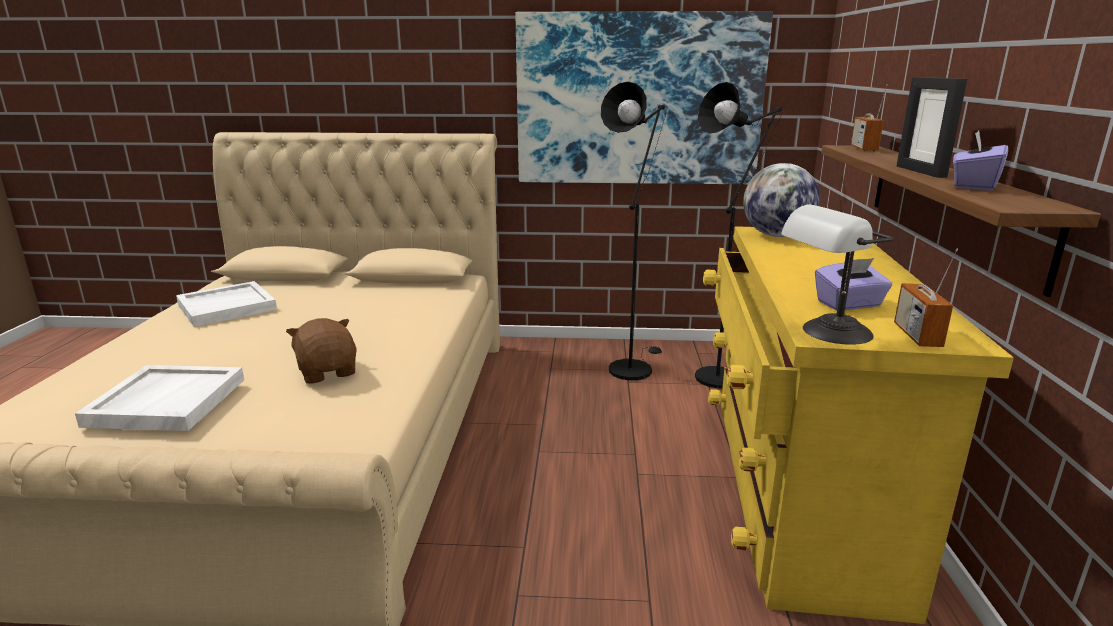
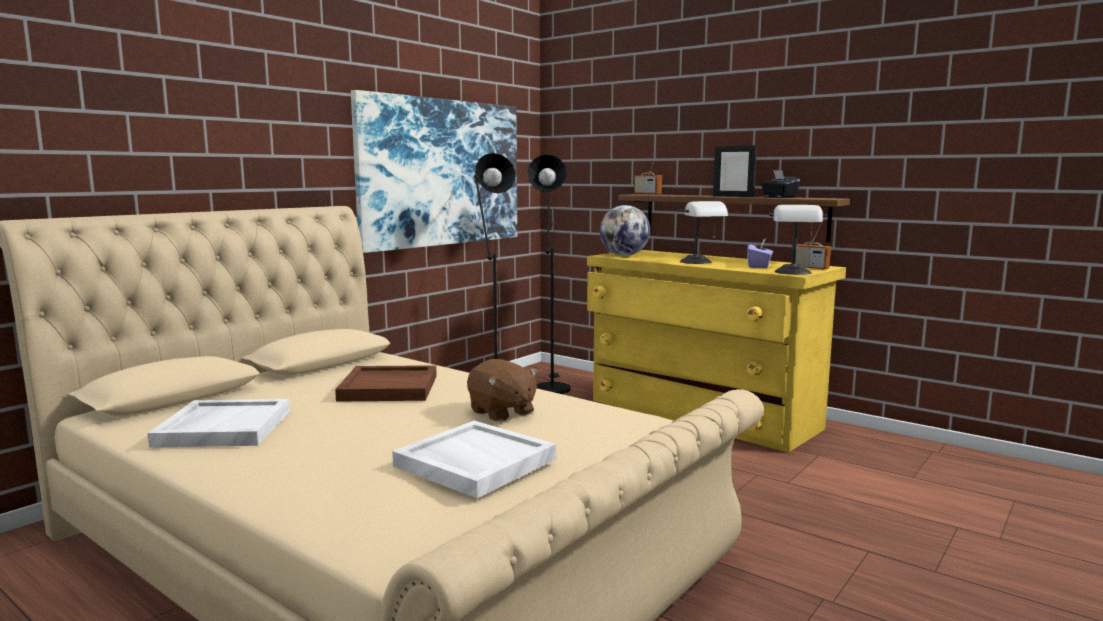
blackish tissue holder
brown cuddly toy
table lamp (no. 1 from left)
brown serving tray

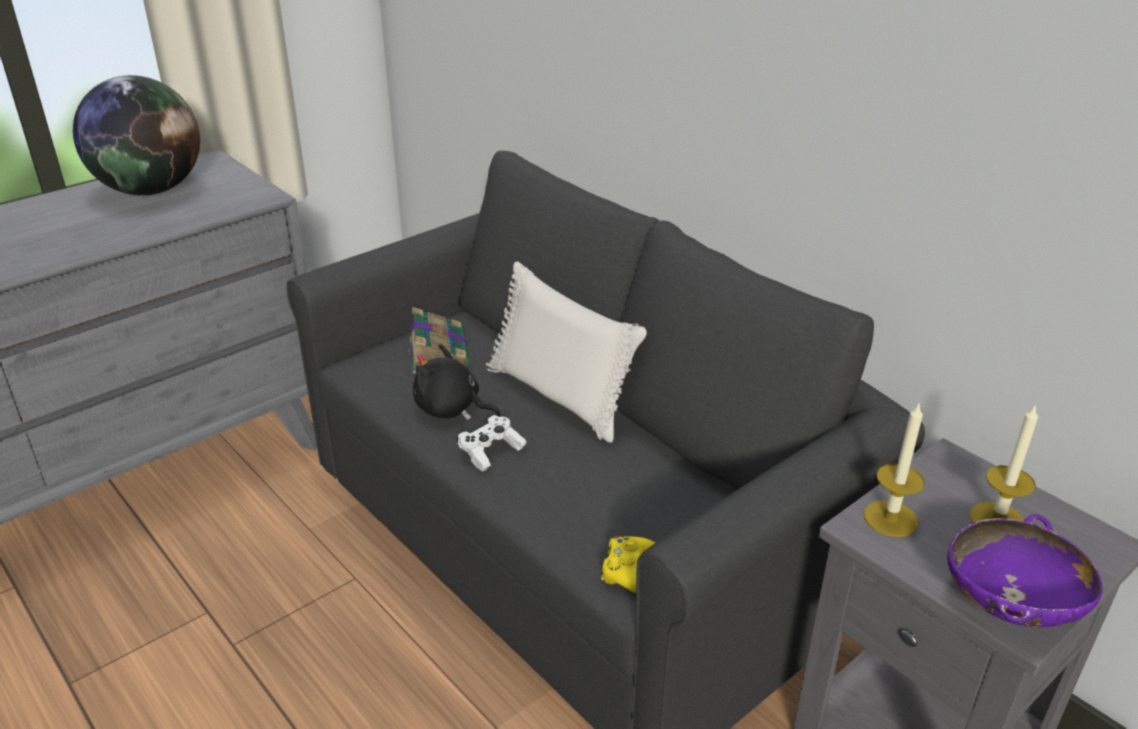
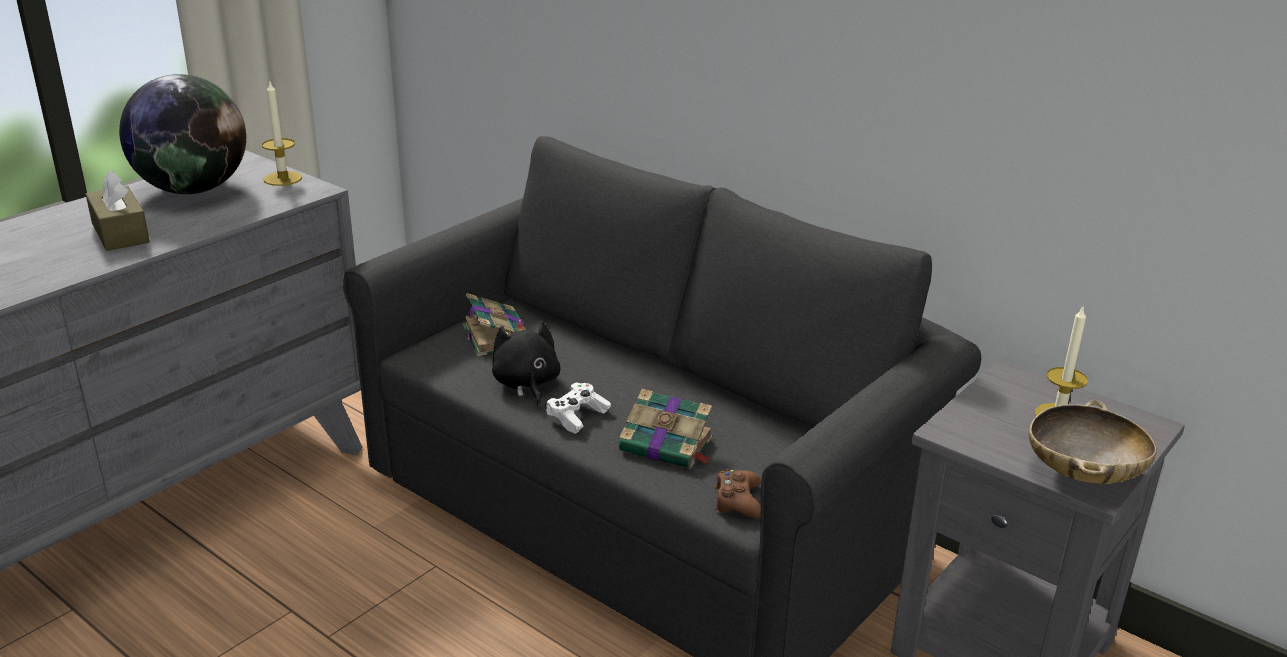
whitish pillow
blackish cuddly toy
wax candle (no. 1 from left)
beige-coloured deep dish
brown gamepad
brown tissue holder
volume (no. 2 from left)

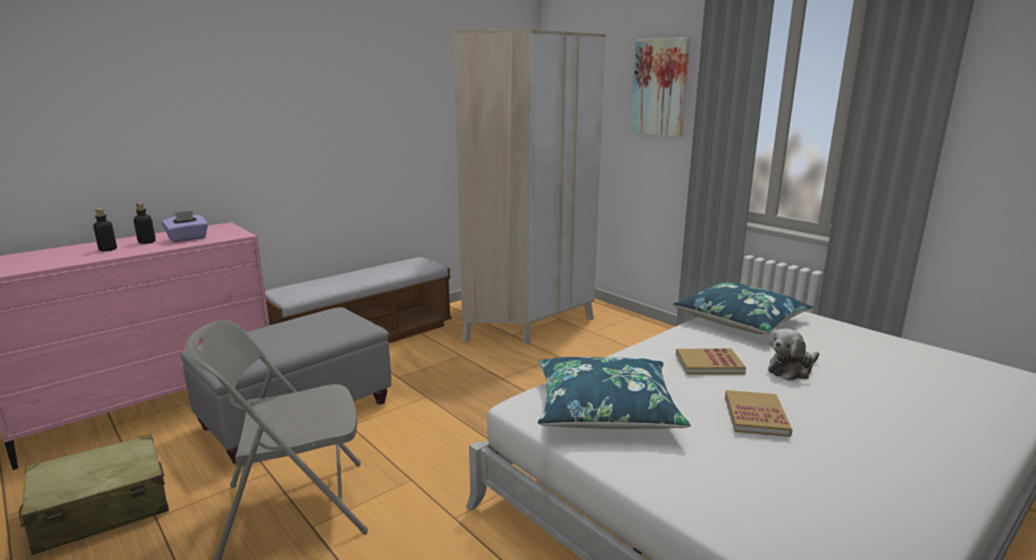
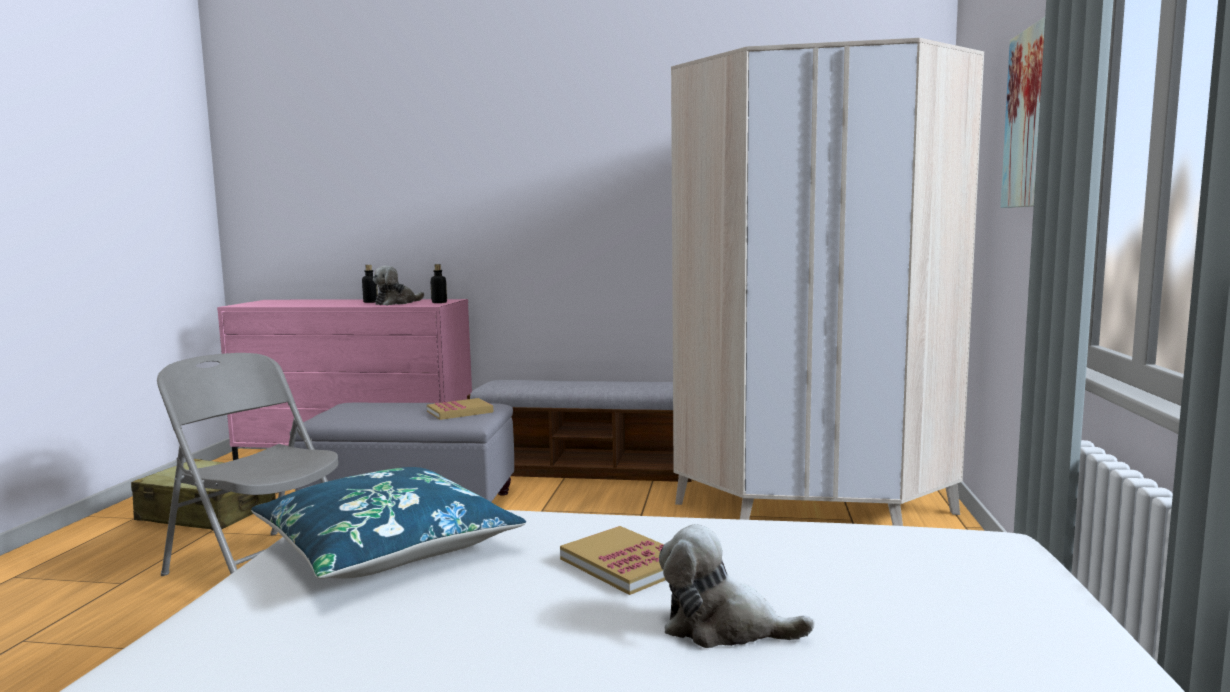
drink bottle (no. 2 from left)
cuddly toy (no. 1 from left)
blue pillow (no. 2 from left in the first image)
volume (no. 1 from left)

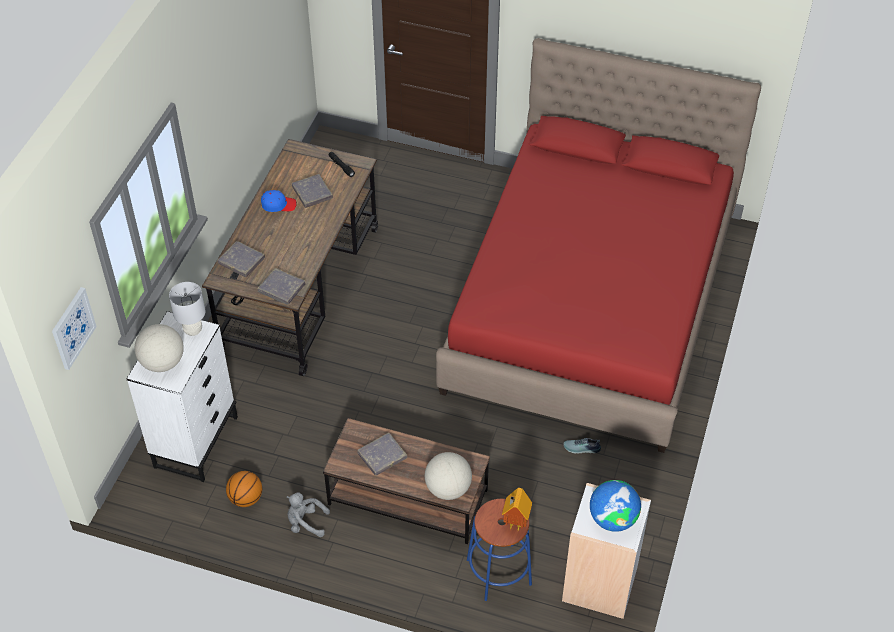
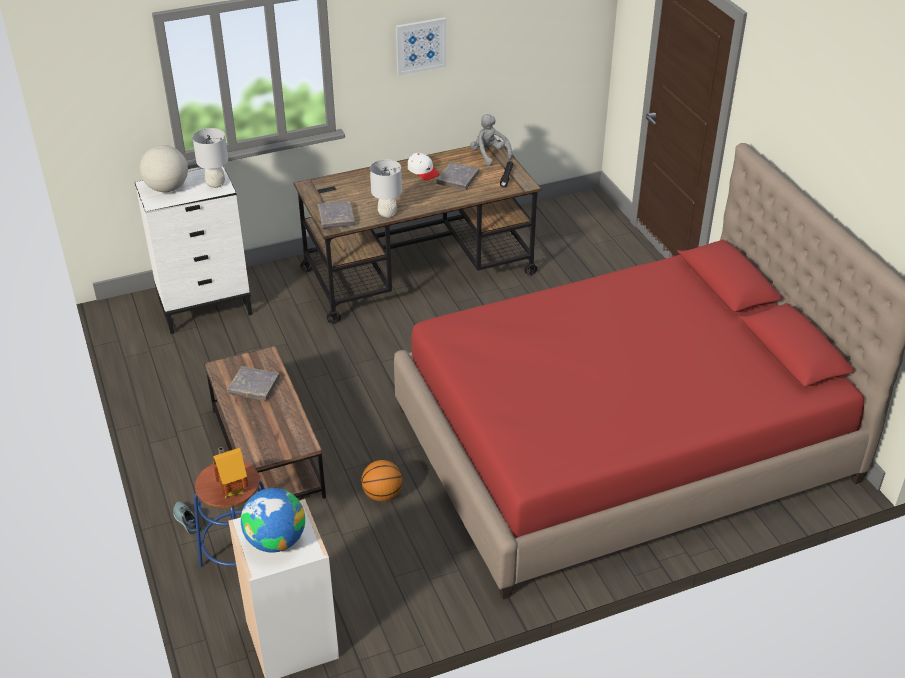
whitish cap
greyish volume (no. 1 from left in the first image)
picture
low shoe
globe (no. 2 from left in the first image)
ball for basketball
greyish cuddly toy
greyish table lamp (no. 2 from left)

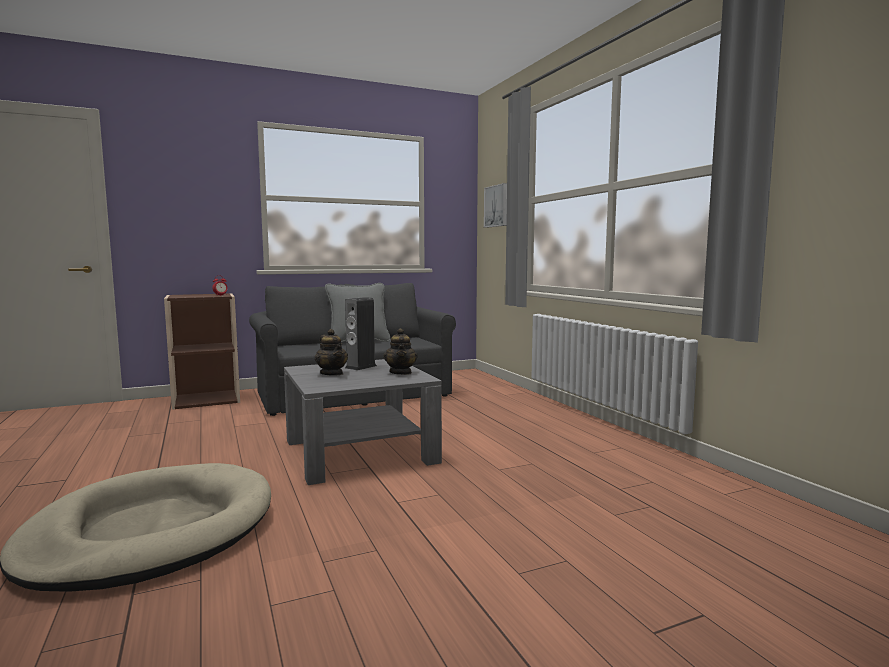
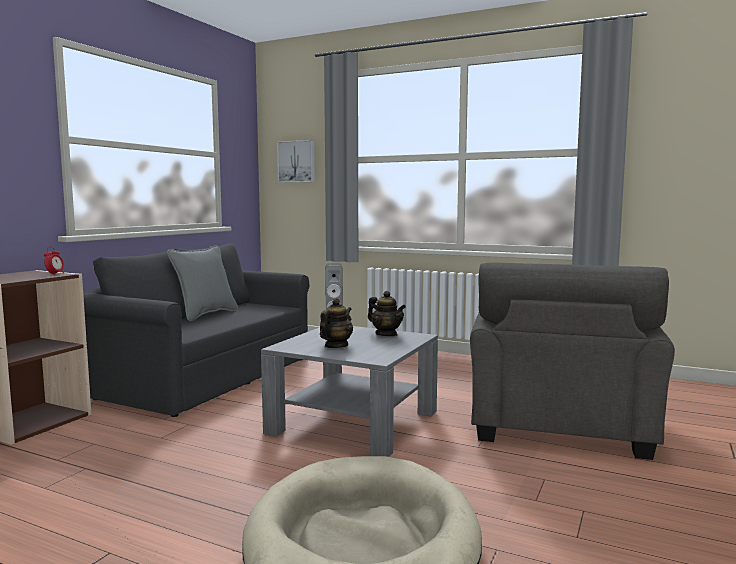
teapot (no. 1 from left)
greyish armchair

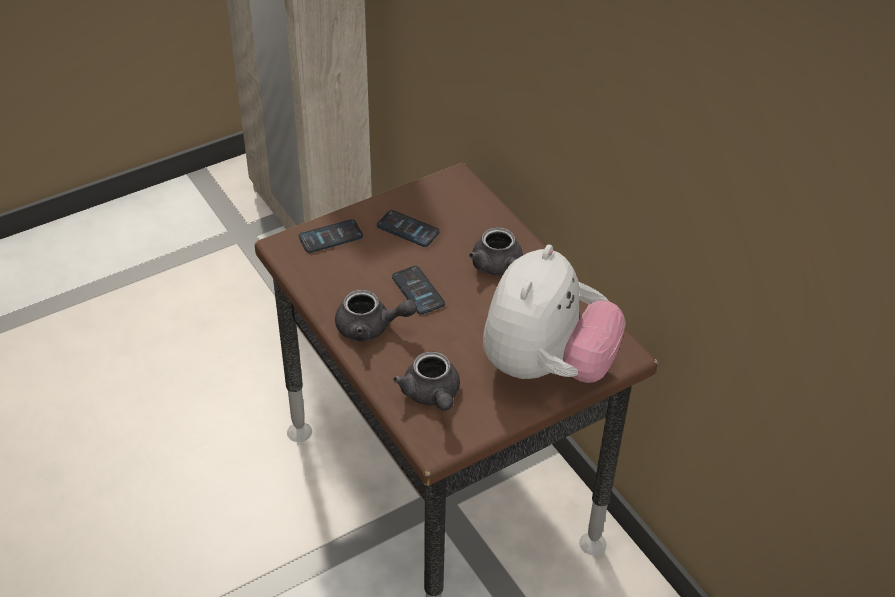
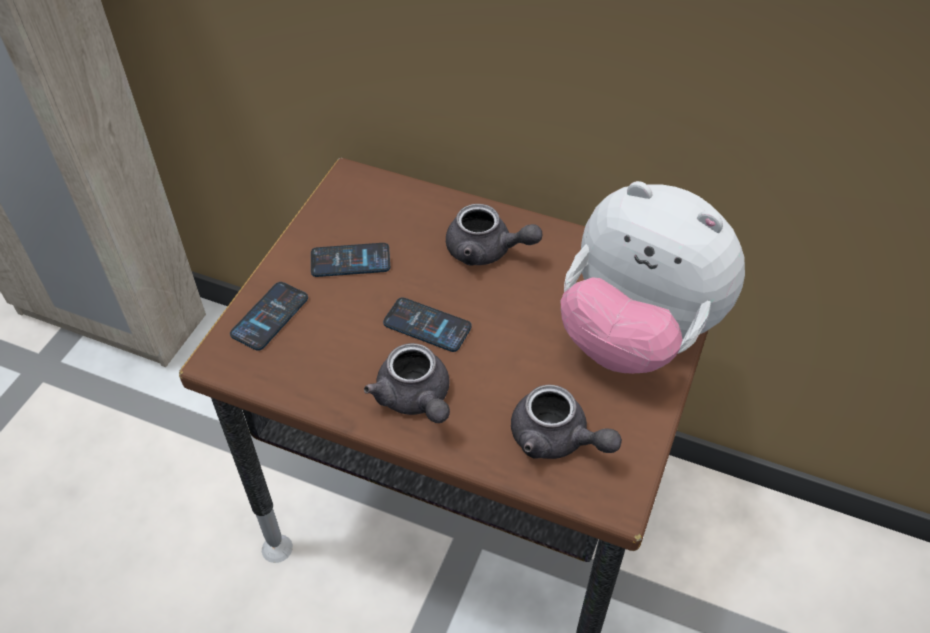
cuddly toy
greyish teapot (no. 1 from left)

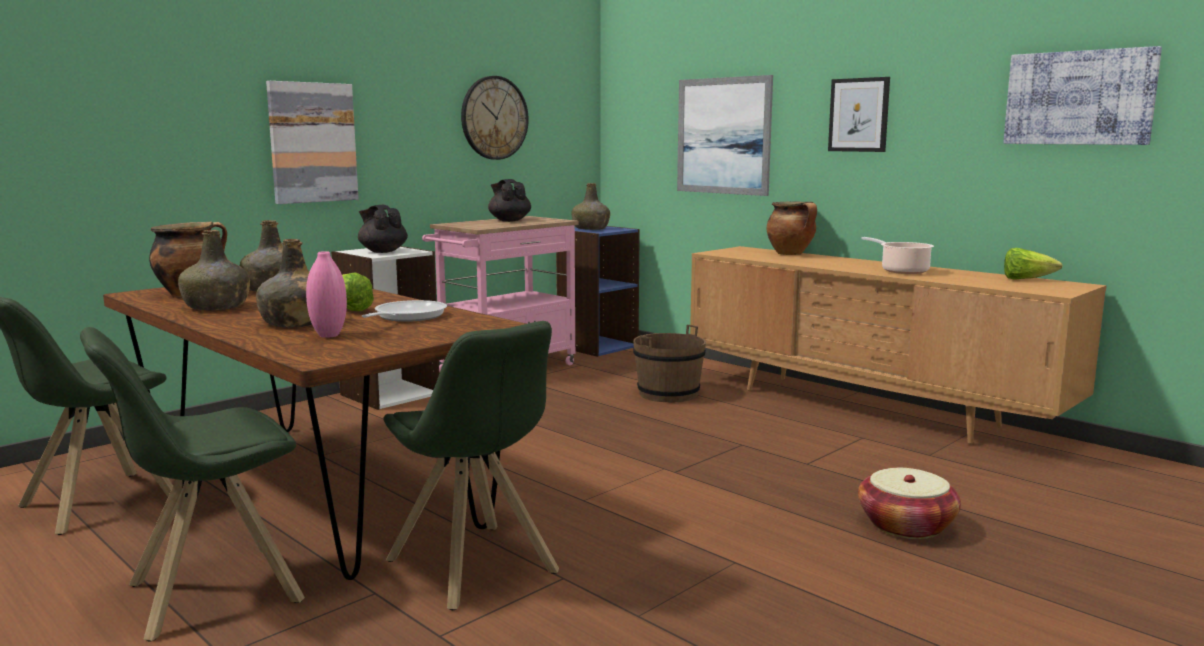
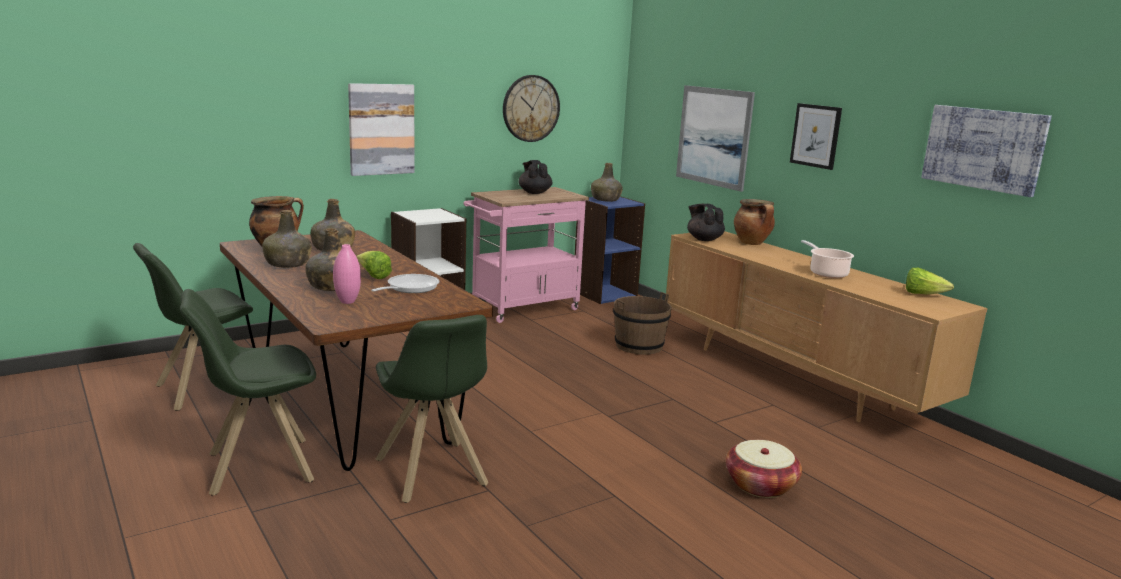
blackish teapot (no. 2 from left)

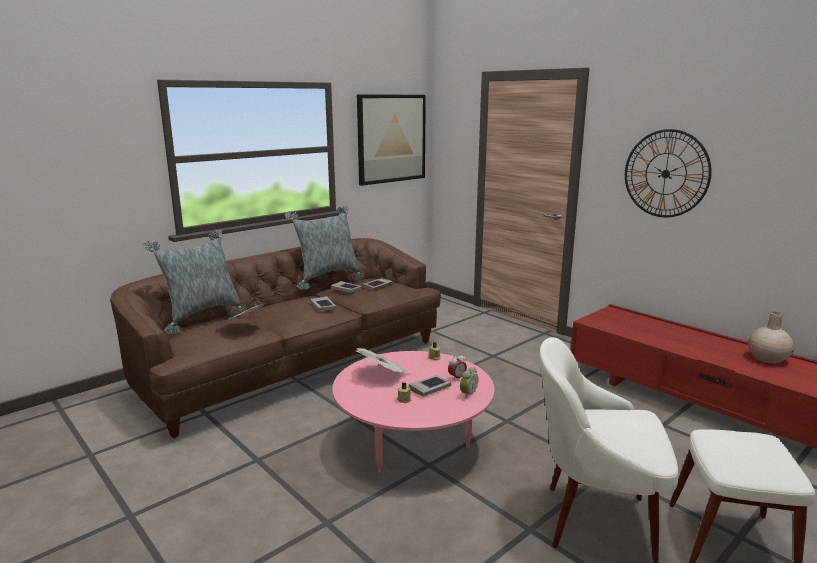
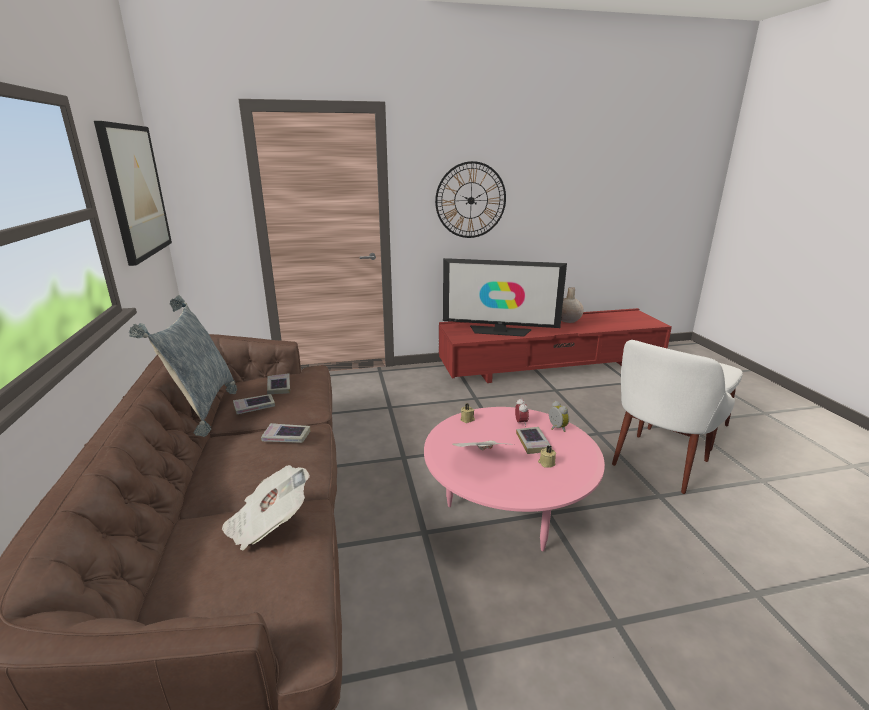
pillow (no. 1 from left in the first image)
television

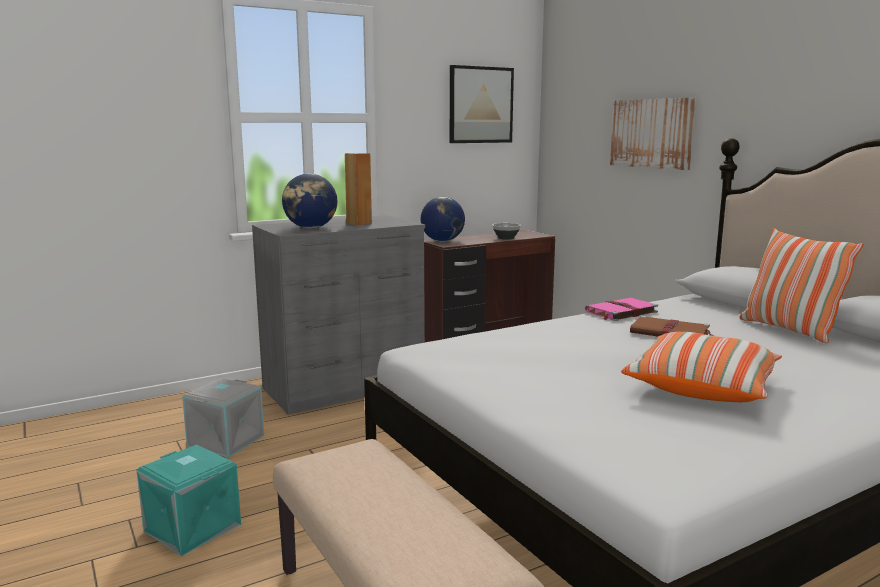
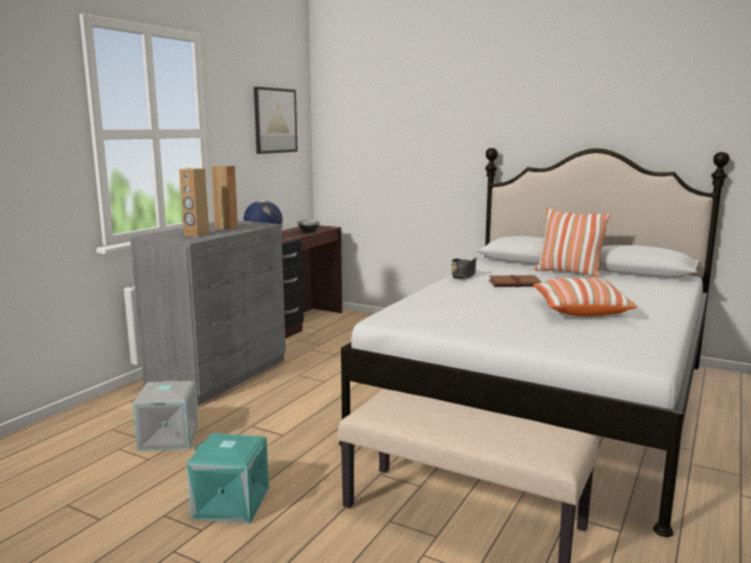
picture (no. 2 from left in the first image)
brown speaker (no. 1 from left)
blackish wearable hat

